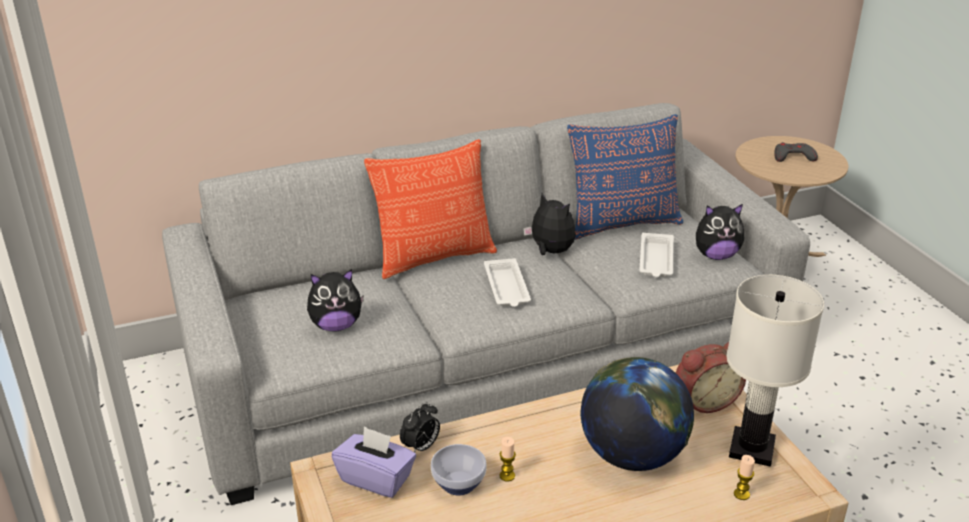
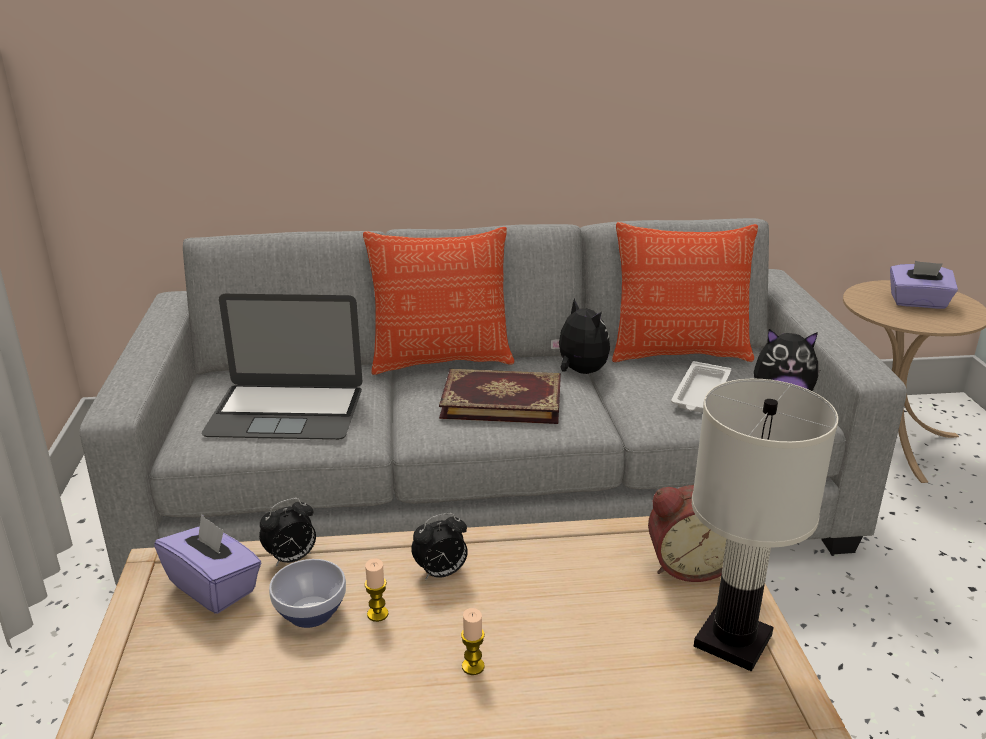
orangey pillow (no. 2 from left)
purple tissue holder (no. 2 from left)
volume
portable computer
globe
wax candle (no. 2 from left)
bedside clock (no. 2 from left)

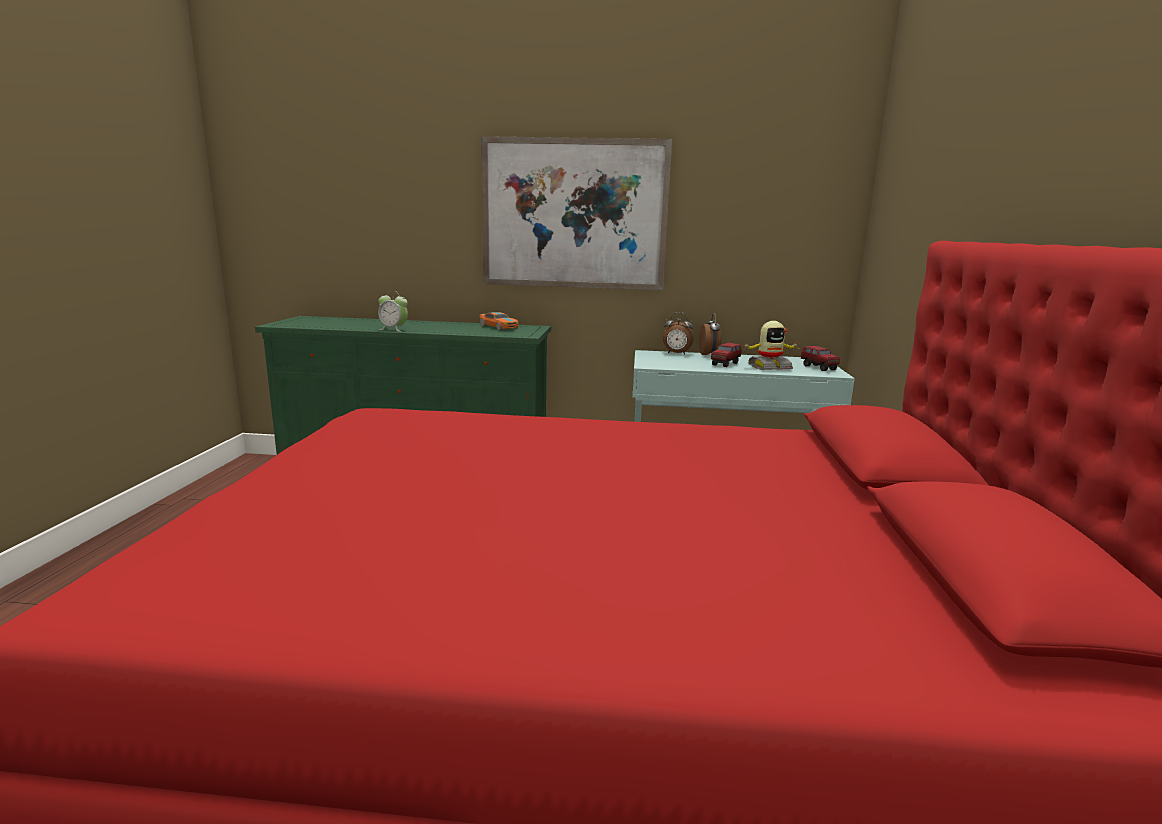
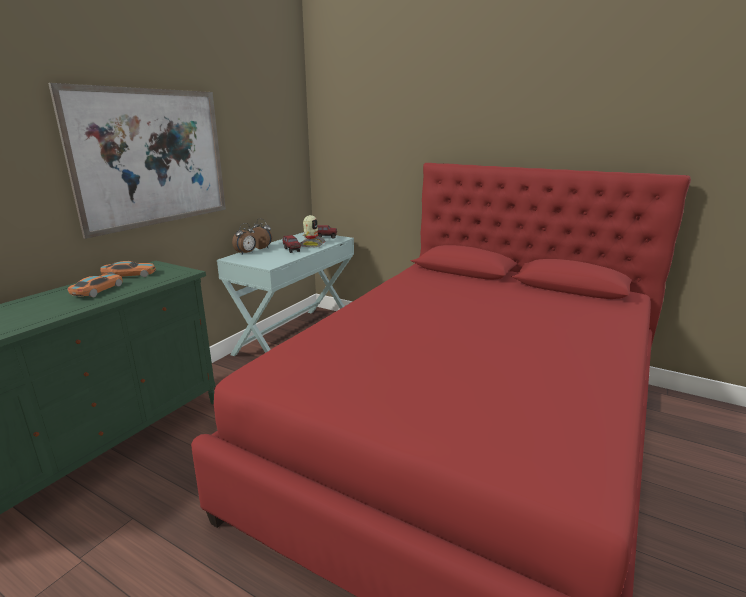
bedside clock (no. 1 from left in the first image)
miniature car (no. 1 from left)

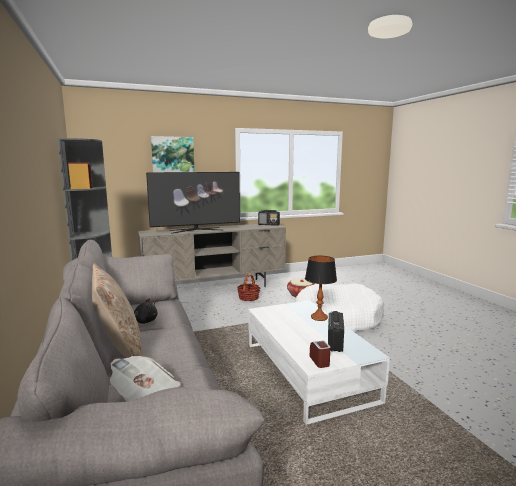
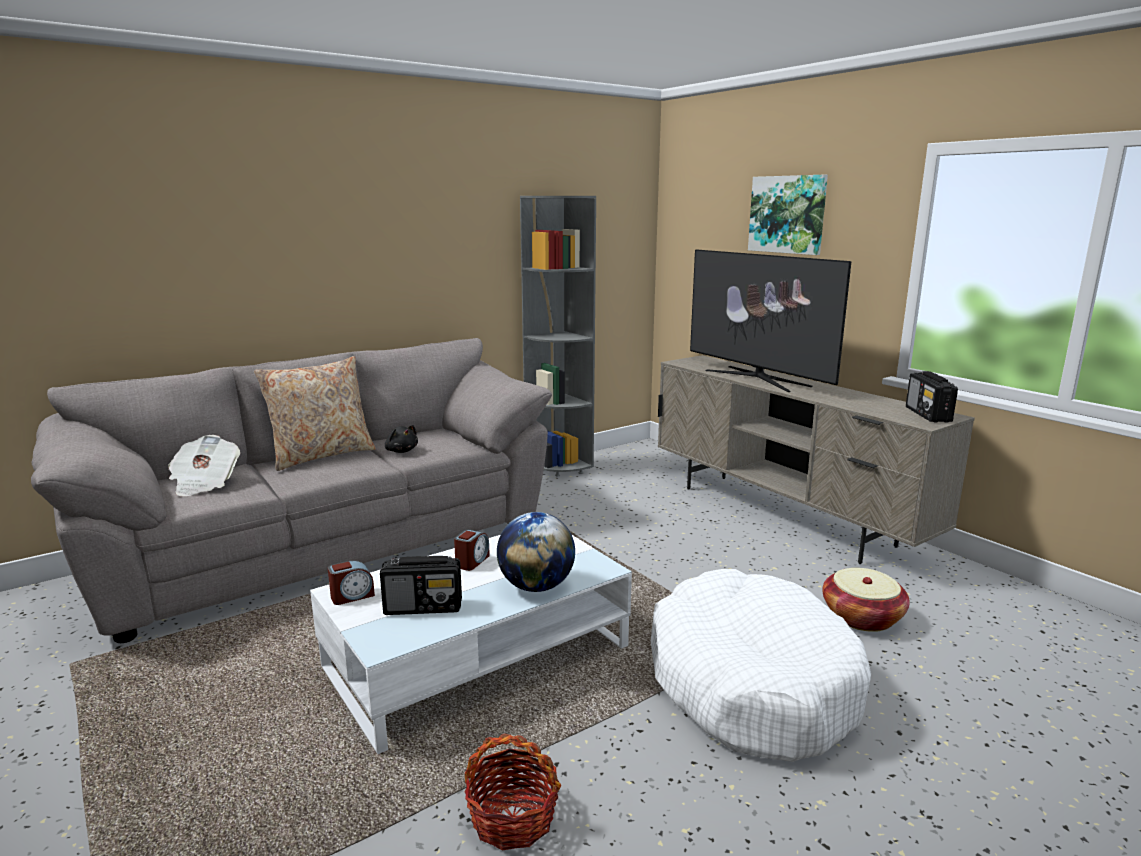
globe
household basket (no. 1 from left)
bedside clock (no. 2 from left)

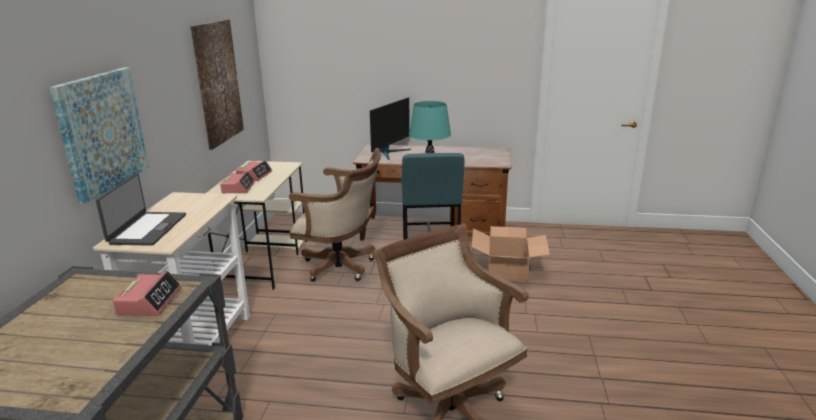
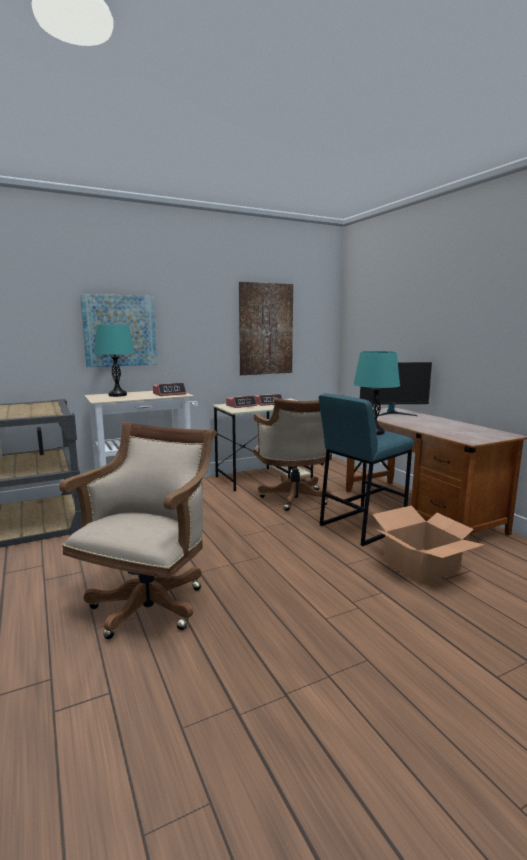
turquoise-coloured table lamp (no. 1 from left)
bedside clock (no. 1 from left)

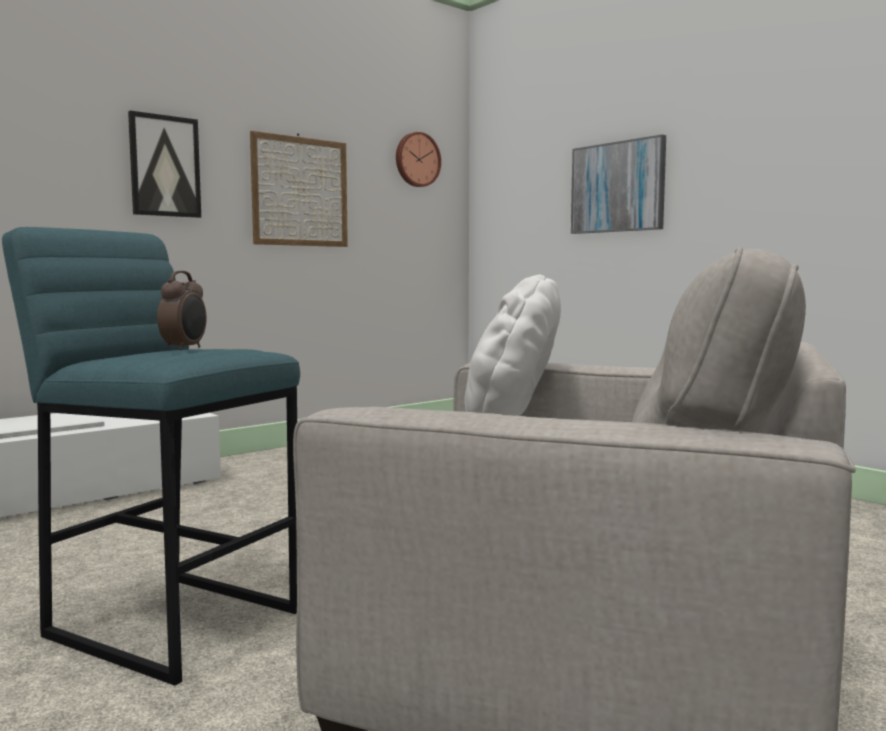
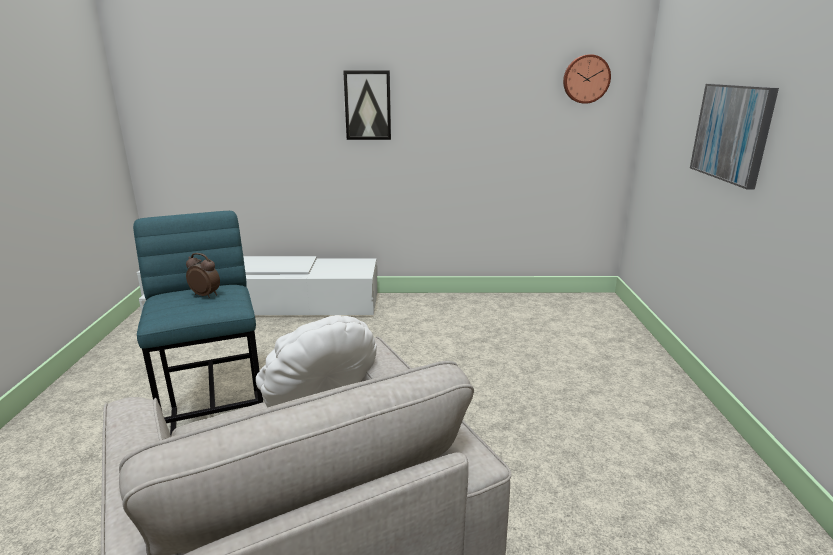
picture (no. 2 from left in the first image)
bedside clock

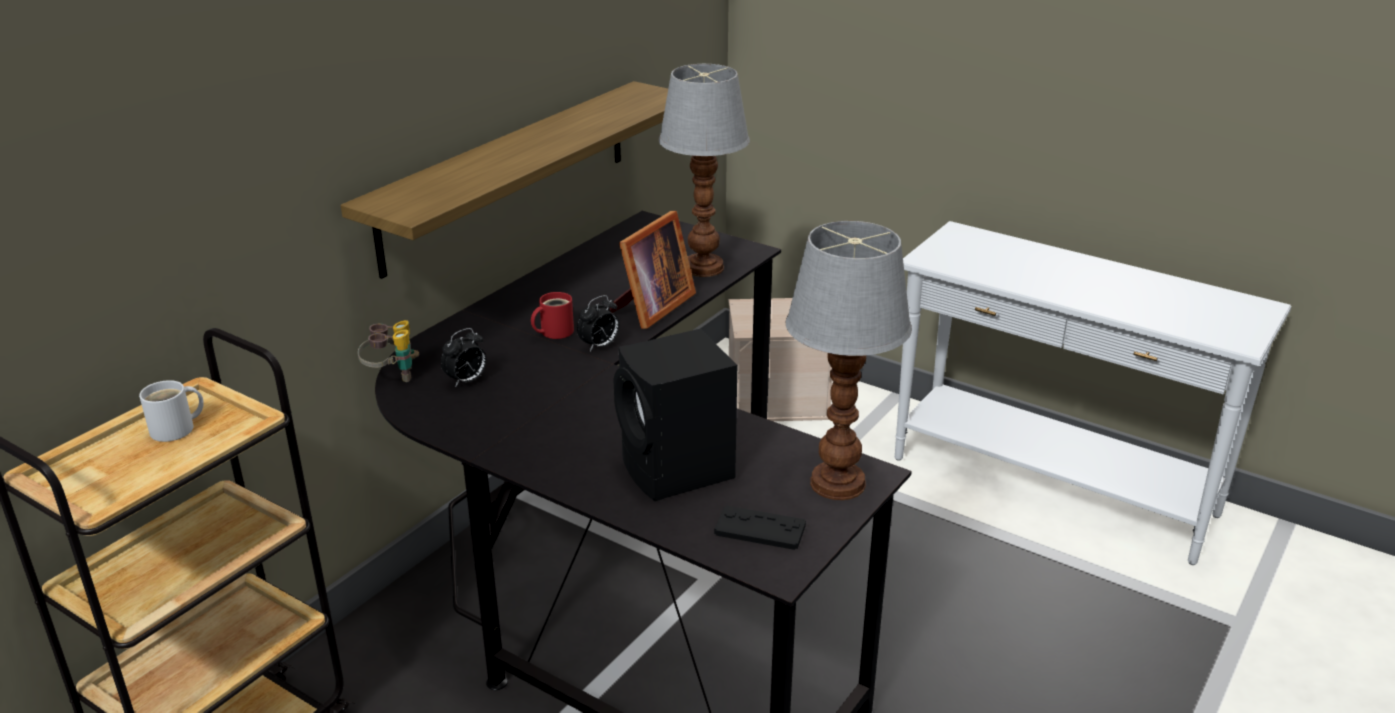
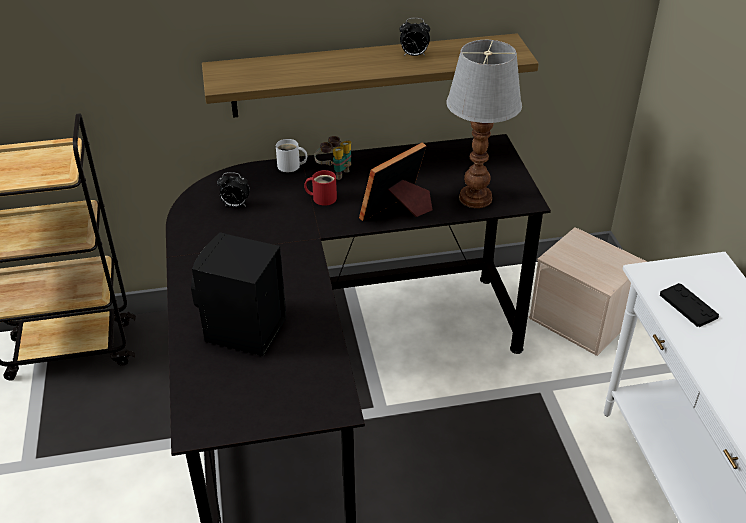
picture frame
table lamp (no. 2 from left in the first image)
bedside clock (no. 2 from left)
binoculars
whitish mug
blackish gamepad

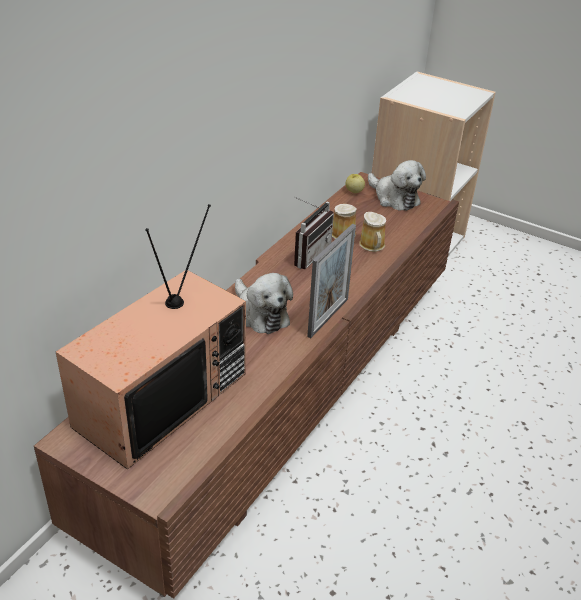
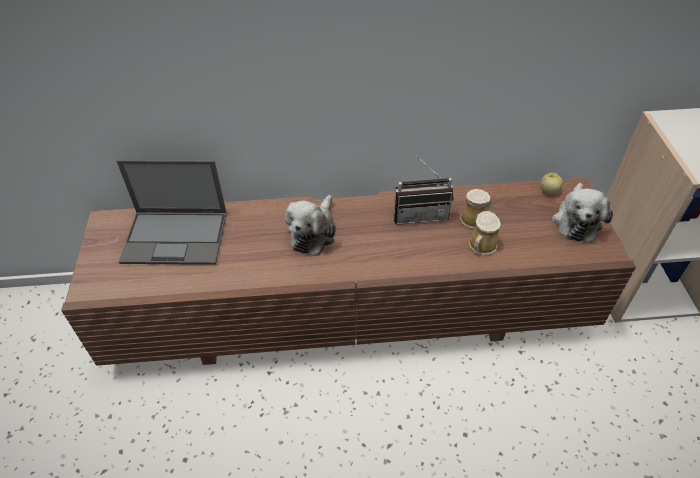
portable computer
picture frame

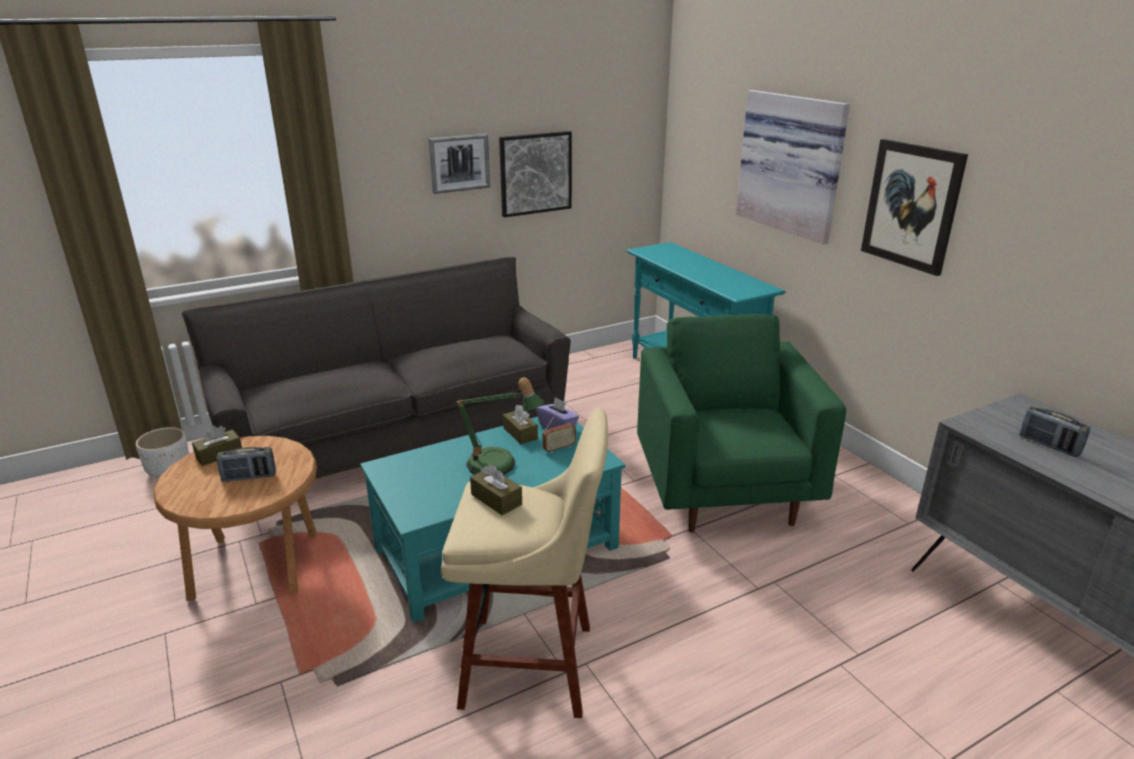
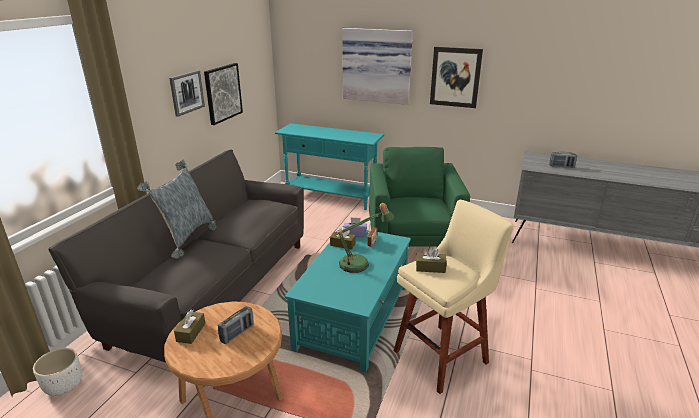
greenish armchair
pillow

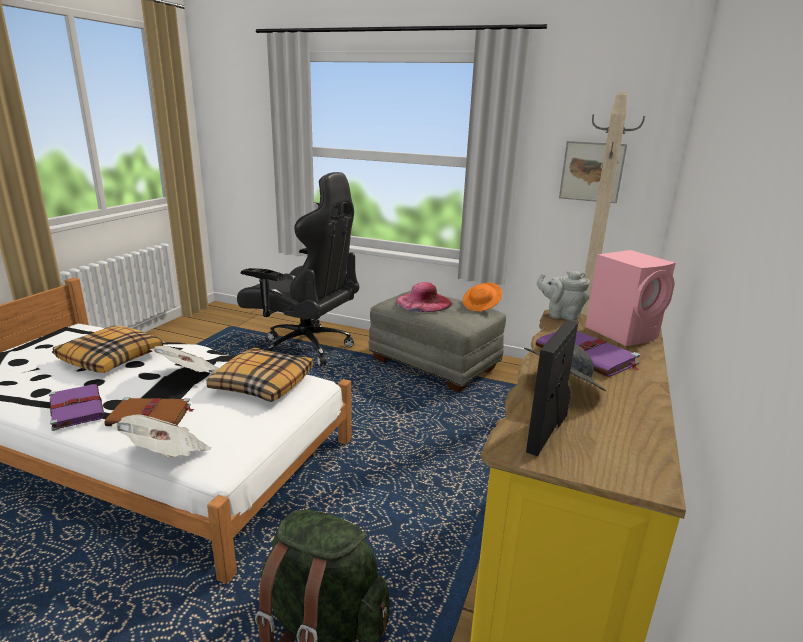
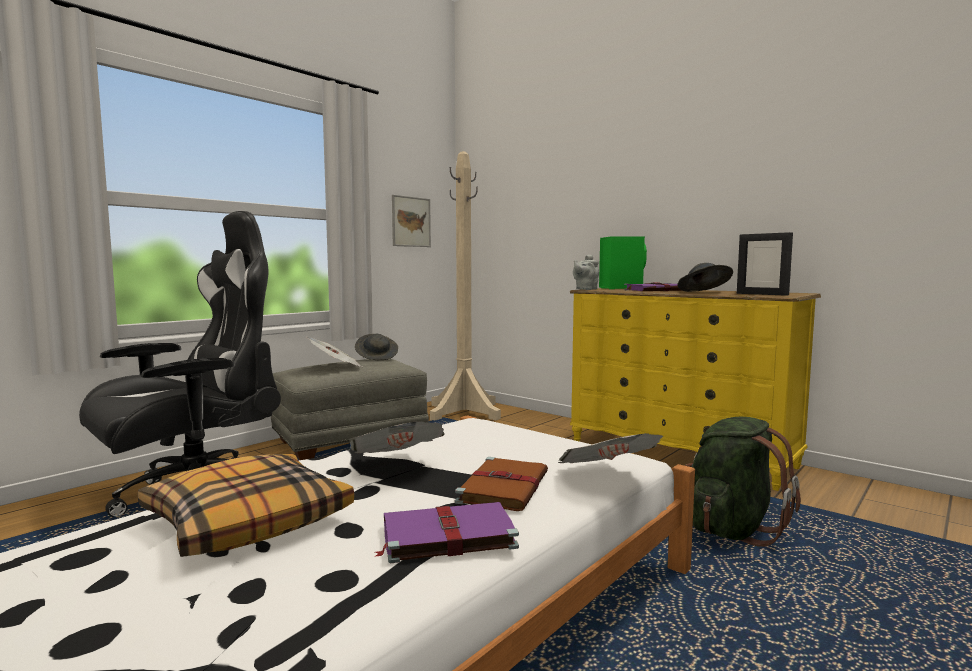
greenish speaker
daily paper (no. 1 from left)
greyish wearable hat (no. 1 from left)
pillow (no. 2 from left in the first image)

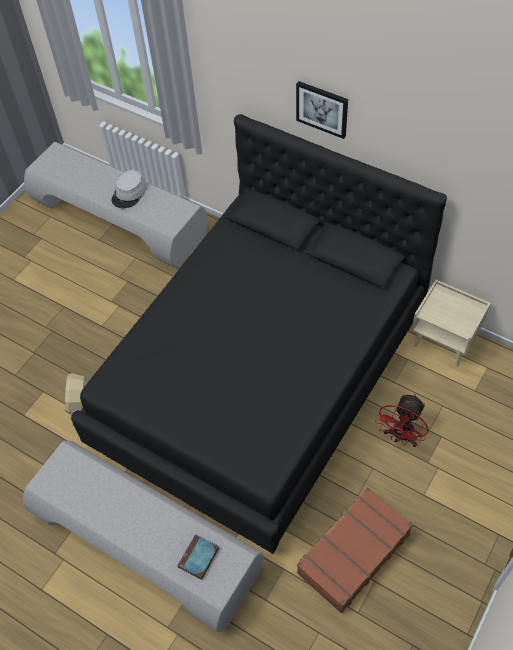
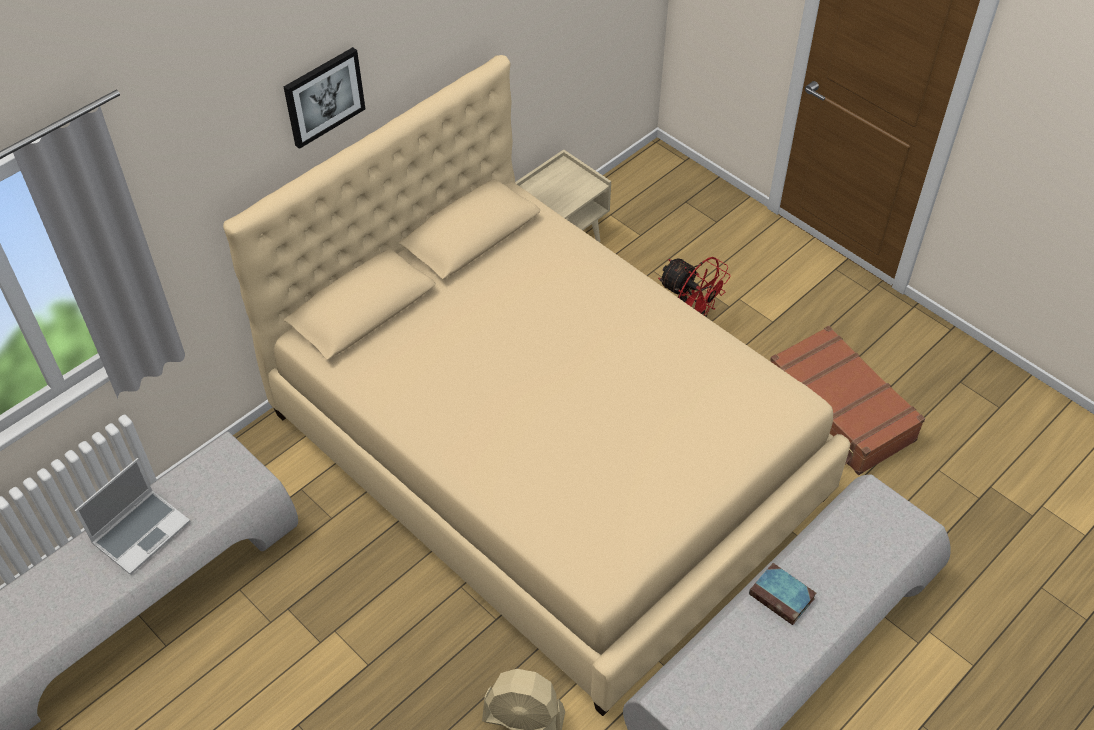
beige-coloured sleeping bed
portable computer
volume

